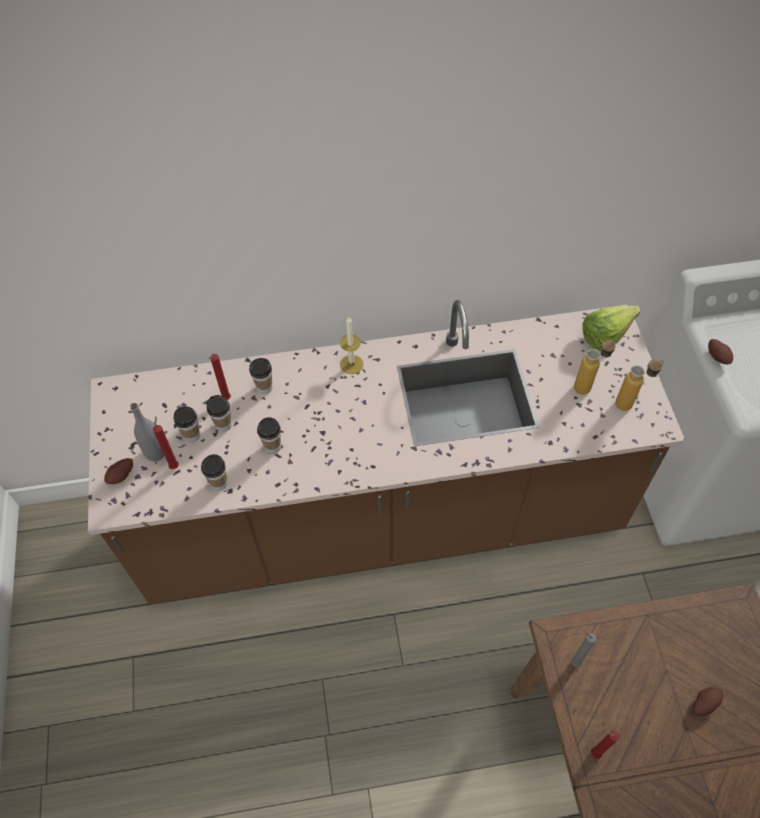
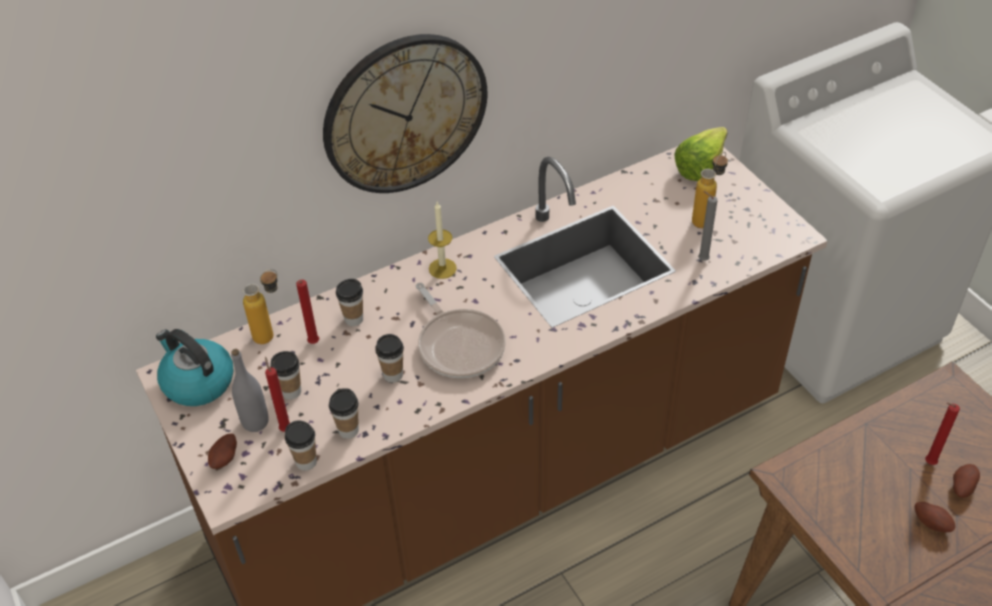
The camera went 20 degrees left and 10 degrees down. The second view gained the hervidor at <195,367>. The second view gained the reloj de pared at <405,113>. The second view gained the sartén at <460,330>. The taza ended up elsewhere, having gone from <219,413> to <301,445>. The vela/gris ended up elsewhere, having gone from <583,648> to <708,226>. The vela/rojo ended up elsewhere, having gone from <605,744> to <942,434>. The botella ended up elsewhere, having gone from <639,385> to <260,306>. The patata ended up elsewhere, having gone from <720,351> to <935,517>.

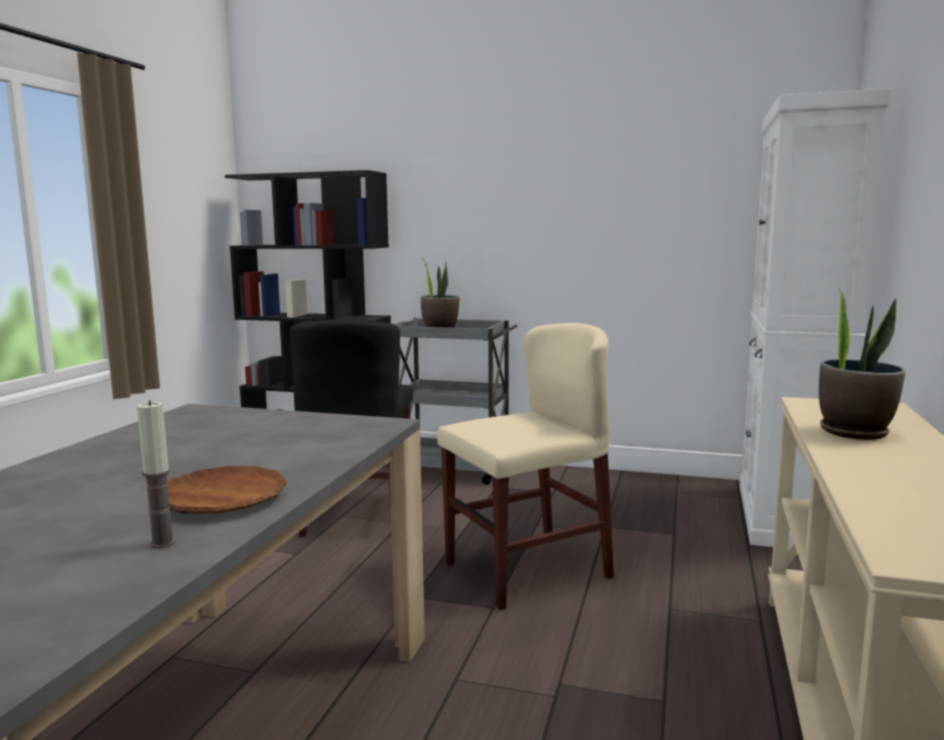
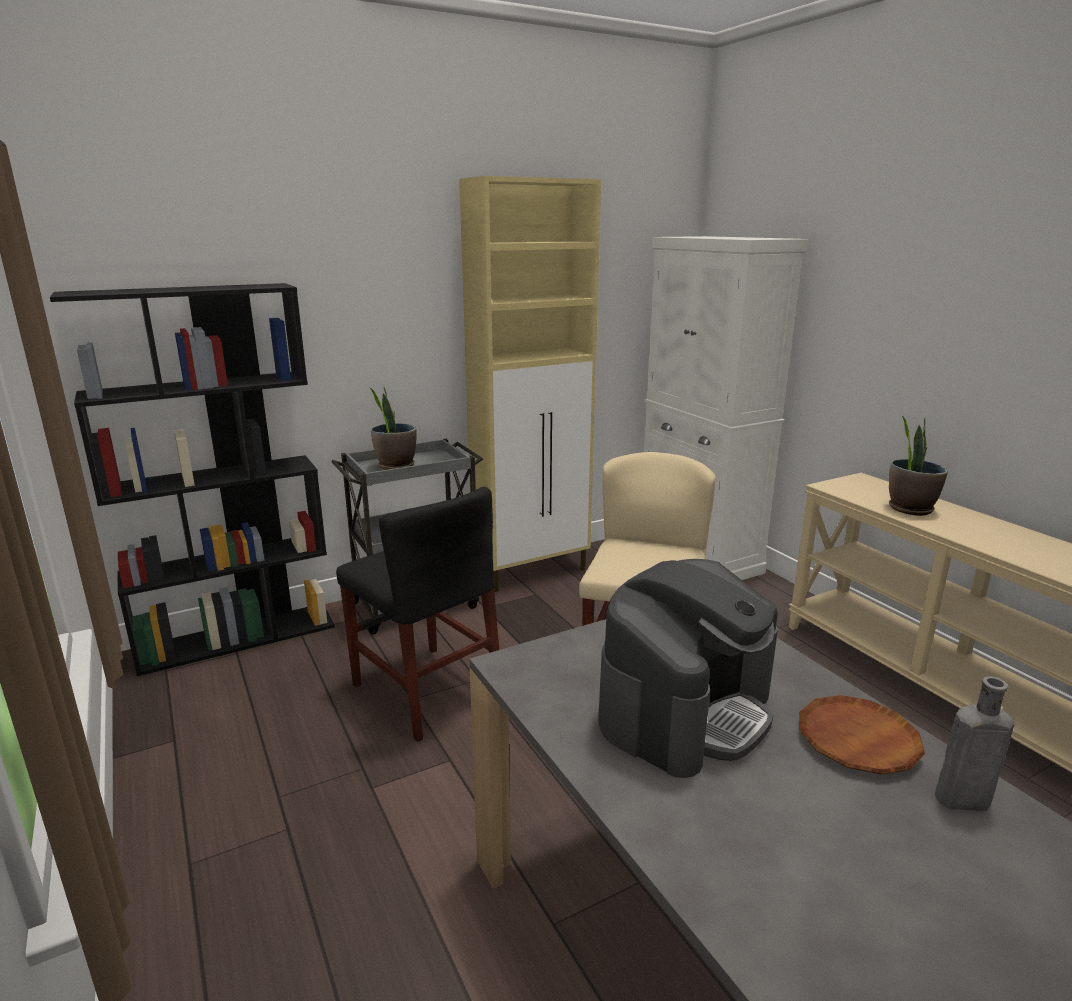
The camera went 45 degrees left and 10 degrees up. The second view gained the armario/beis at <530,384>. The second view gained the cafetera at <688,668>. Where the vela stood at <156,474>, the botella/gris came to stand at <974,743>.

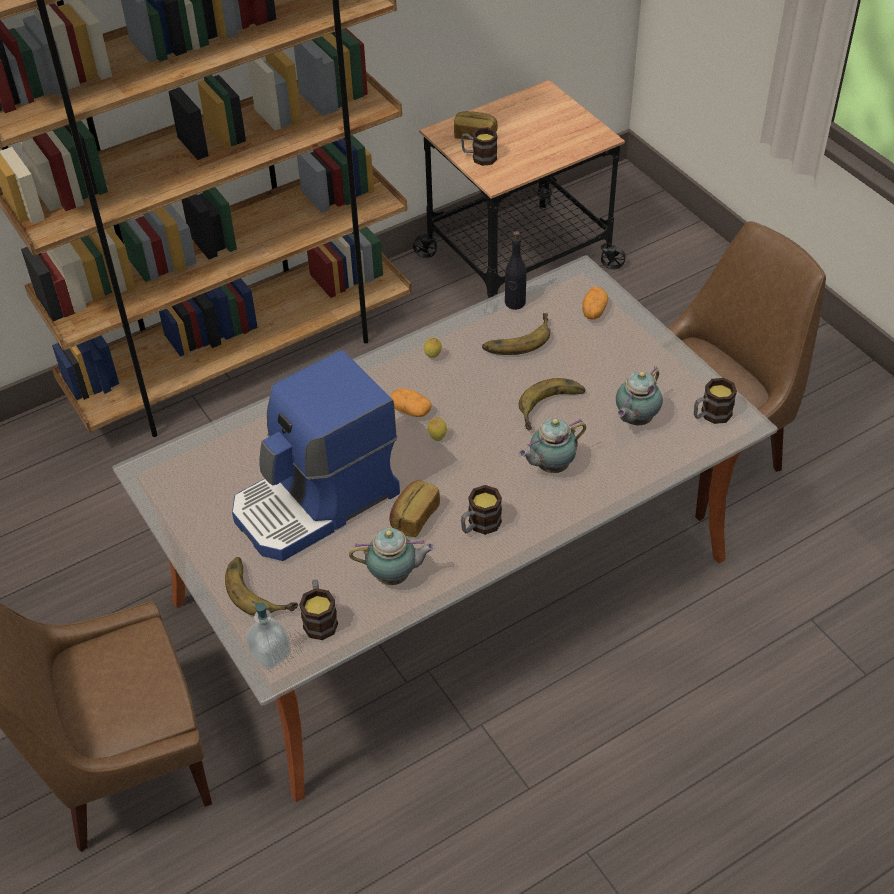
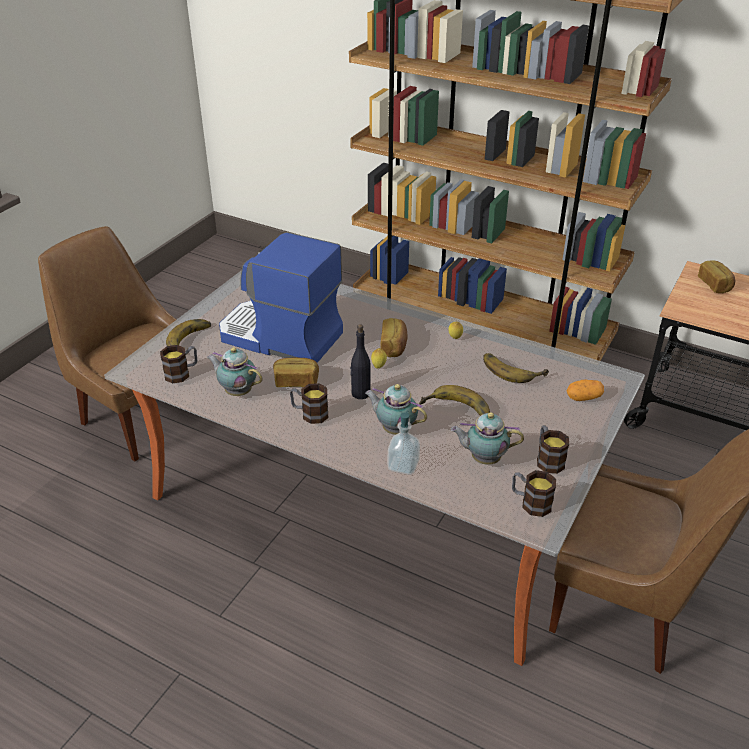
The camera went 60 degrees right and 10 degrees down. The dispensador de jabón ended up elsewhere, having gone from <268,635> to <403,443>. The taza grande ended up elsewhere, having gone from <479,146> to <553,449>. The botella/negro ended up elsewhere, having gone from <516,270> to <360,361>. Where the patata stood at <411,402>, the pan came to stand at <394,337>. The tetera at <392,556> ended up facing another way, 150 degrees clockwise from before.

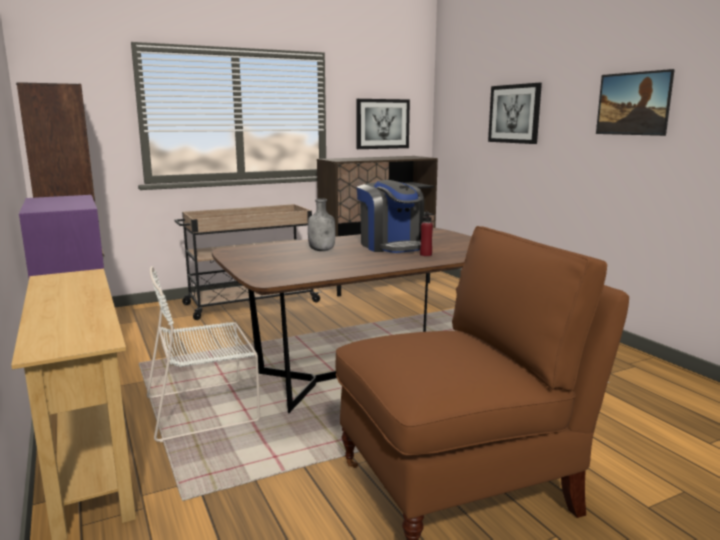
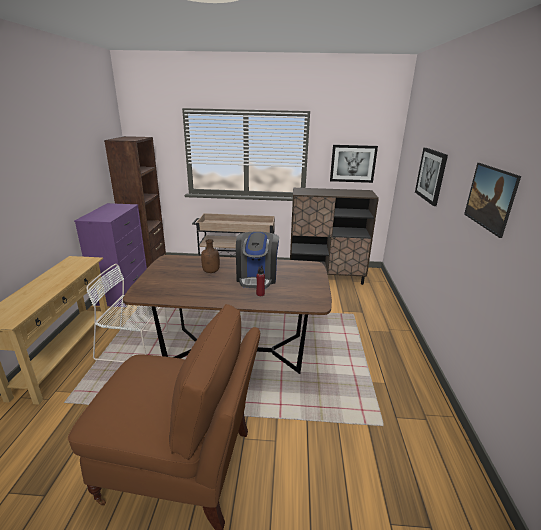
The camera went 30 degrees right and 10 degrees up. What was the botella/gris at <322,224> turned into the botella/marrón at <210,256>.

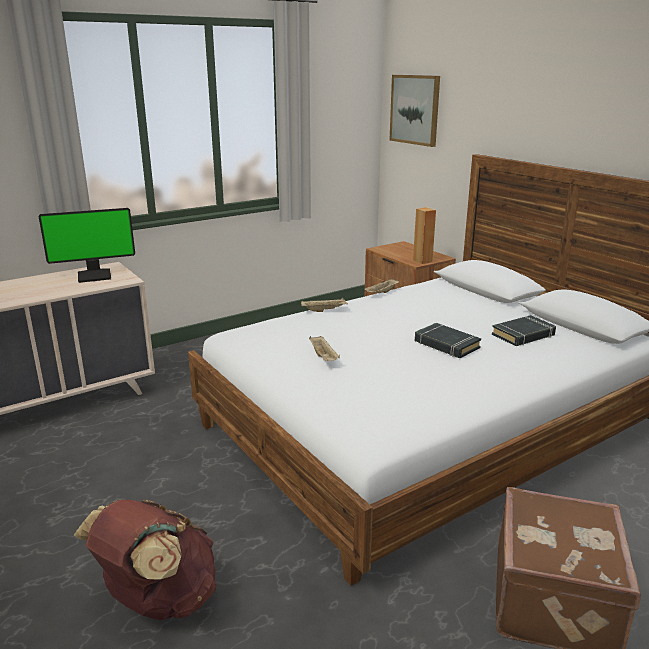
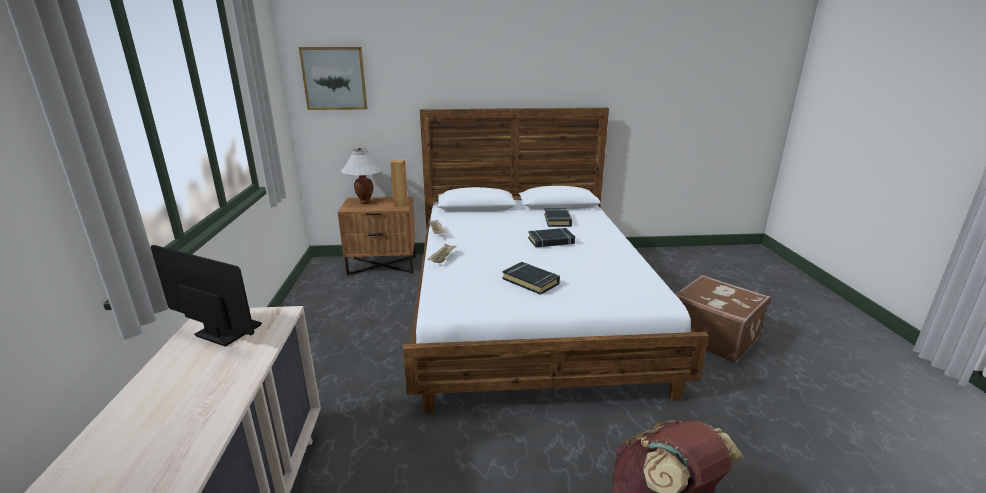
The camera went 60 degrees left and 0 degrees up. The second view gained the lámpara de mesa/blanco at <361,176>. Where the bandeja/beis stood at <324,348>, the libro/negro came to stand at <531,278>. The monitor at <87,245> ended up facing another way, 75 degrees counterclockwise from before.

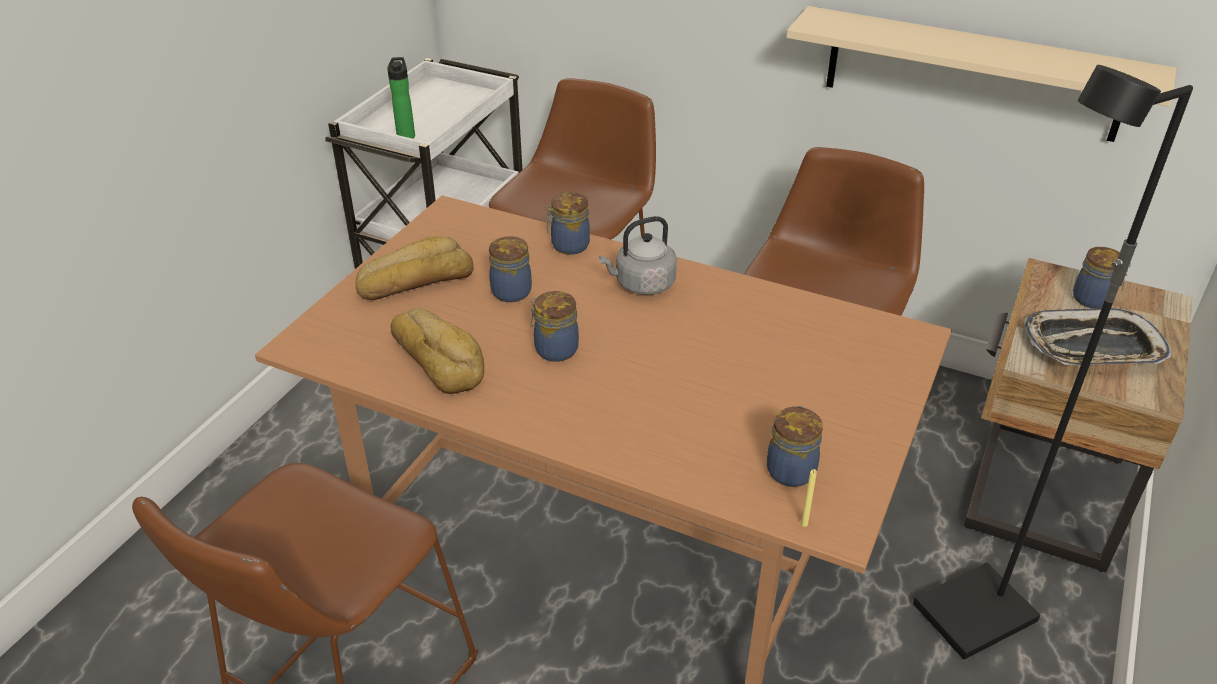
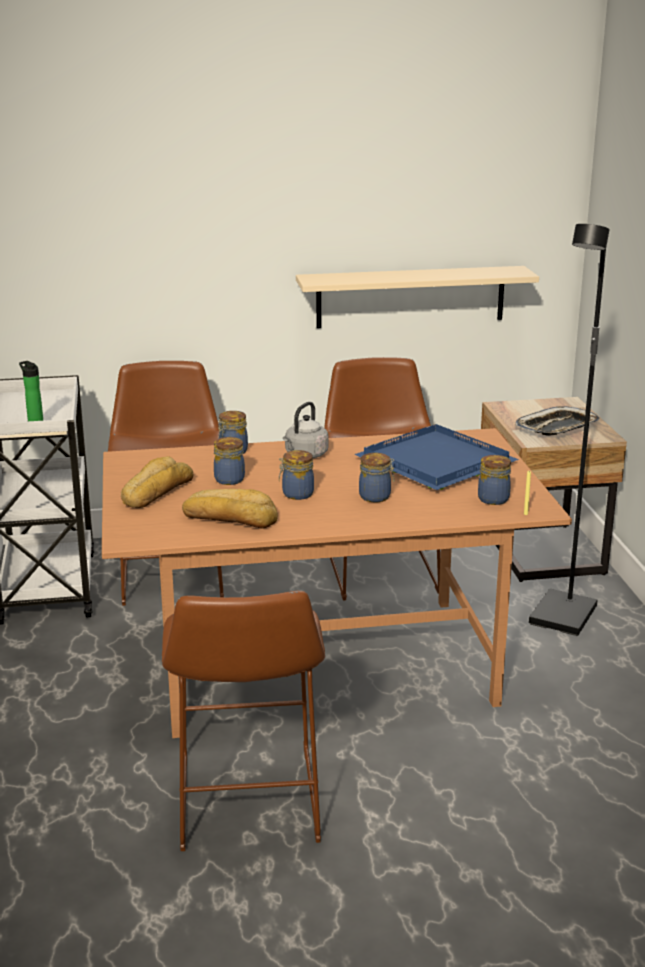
The camera went 35 degrees left and 15 degrees down. The second view gained the bandeja/azul at <436,457>. The tarro ended up elsewhere, having gone from <1102,278> to <376,477>.

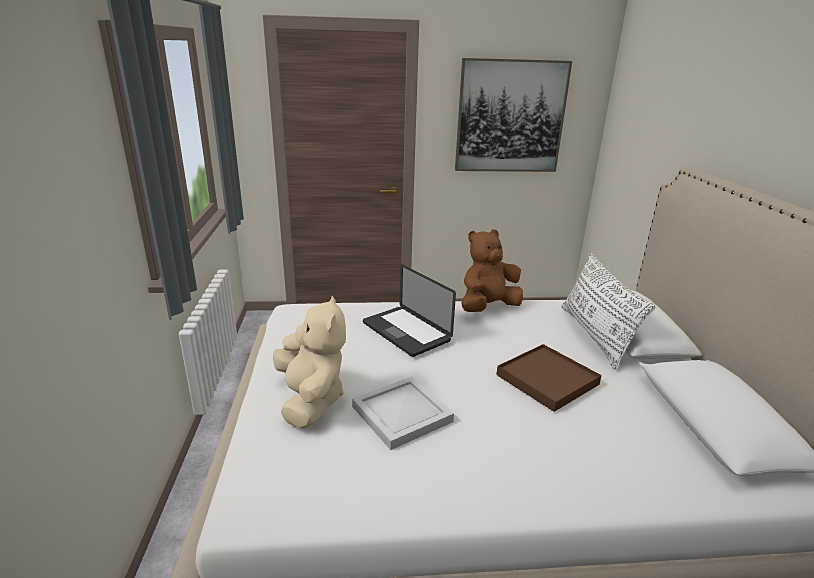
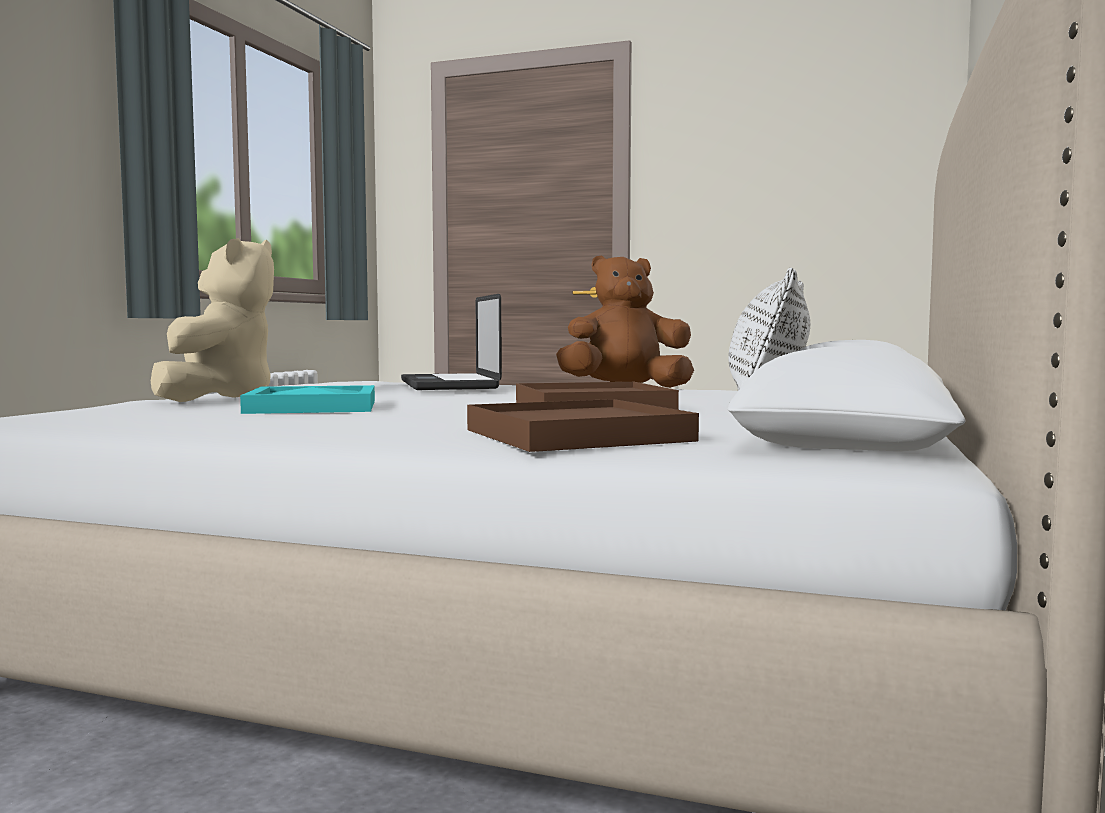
The camera went 25 degrees right and 20 degrees down. The second view lost the cuadro at <513,115>. The second view gained the bandeja/marrón at <583,425>. What was the bandeja/blanco at <403,413> turned into the bandeja/turquesa at <307,399>.

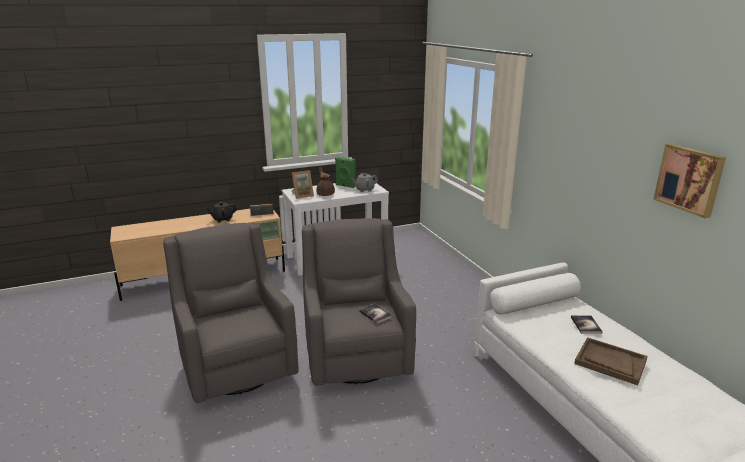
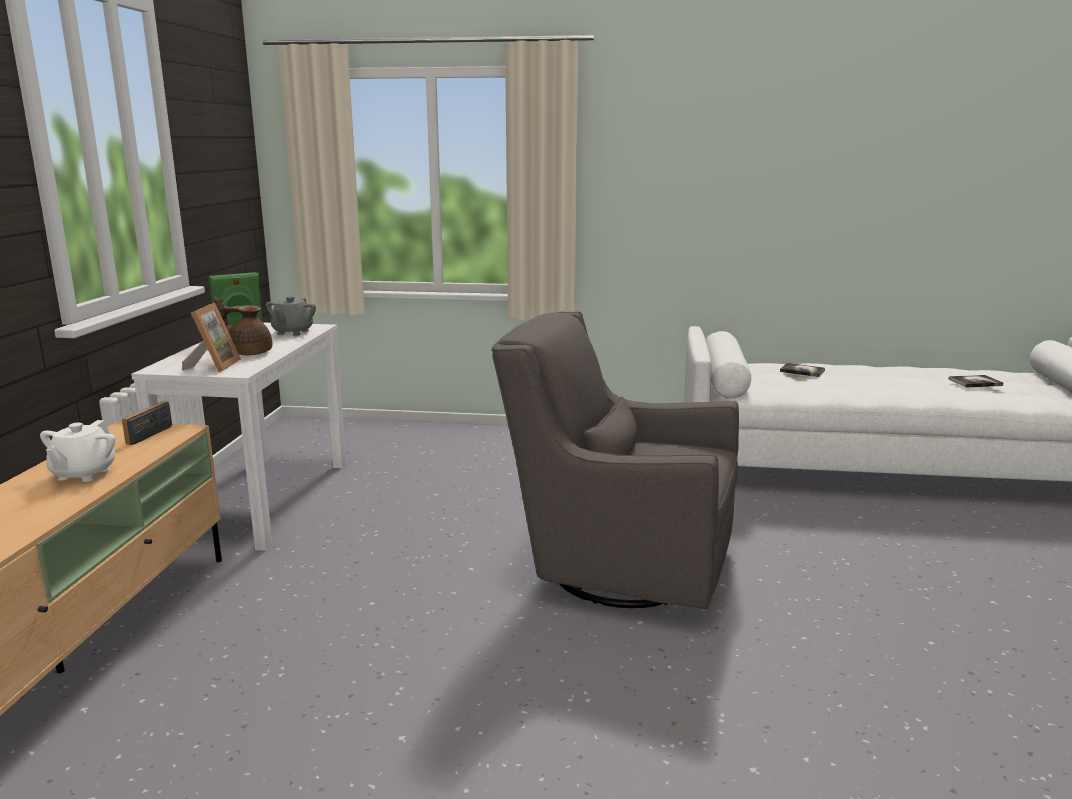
The camera went 60 degrees left and 5 degrees down. The second view lost the sillón/gris at <230,313>. The second view lost the bandeja/marrón at <611,361>. The second view lost the cuadro at <689,180>. The libro ended up elsewhere, having gone from <376,314> to <976,381>. What was the tetera/negro at <221,212> turned into the tetera/blanco at <78,451>.

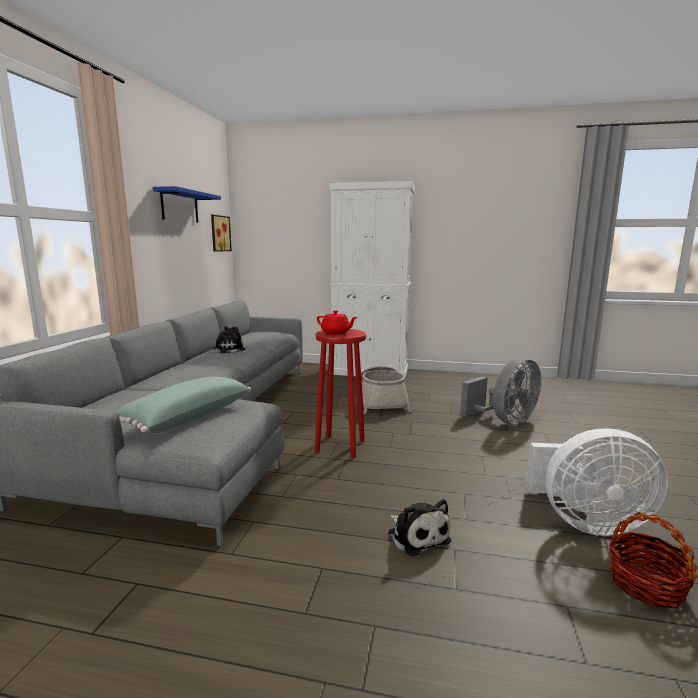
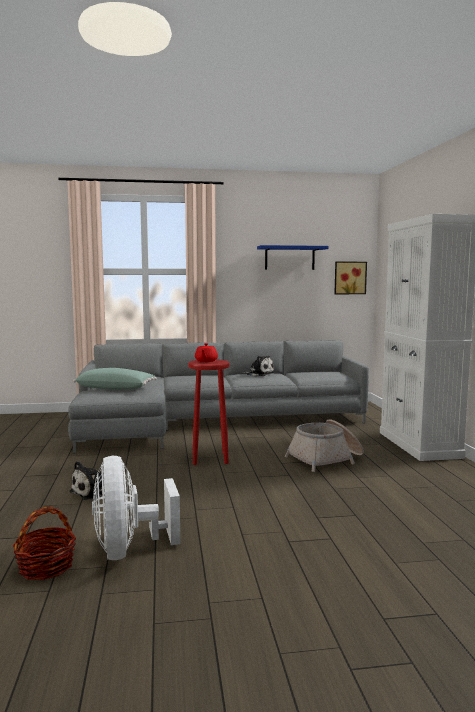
The camera went 70 degrees right and 5 degrees down. The second view lost the ventilador/gris at <500,391>.

